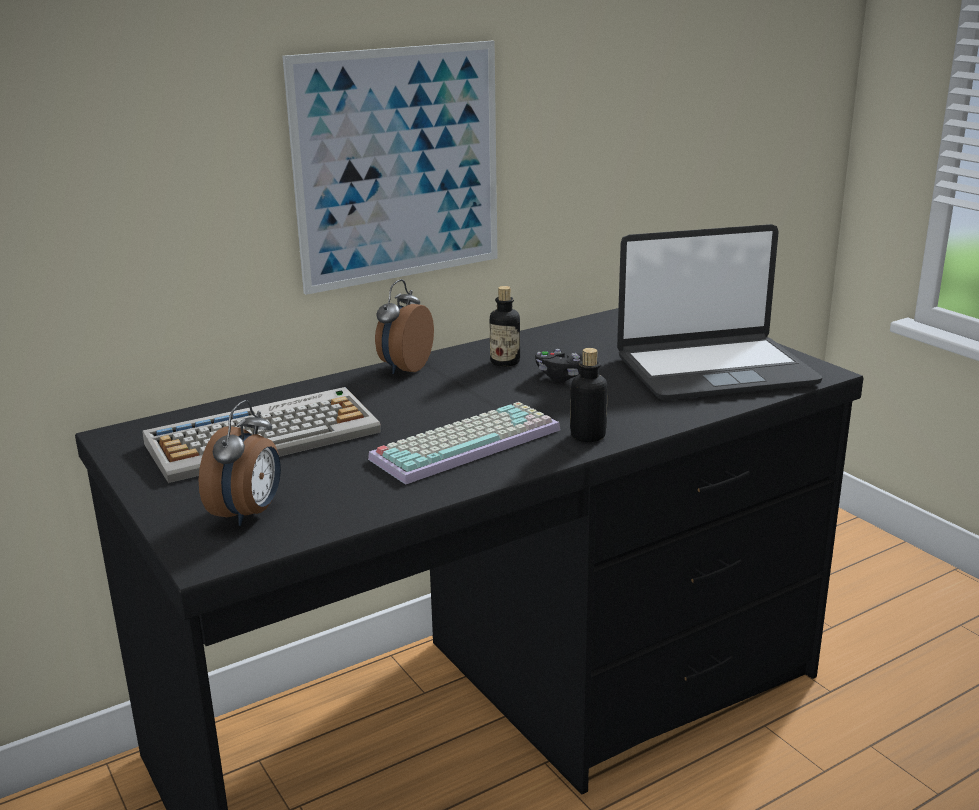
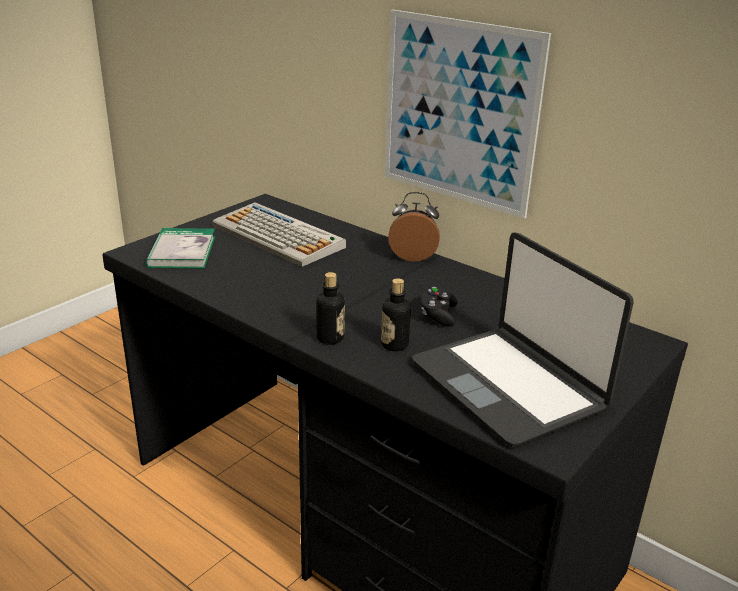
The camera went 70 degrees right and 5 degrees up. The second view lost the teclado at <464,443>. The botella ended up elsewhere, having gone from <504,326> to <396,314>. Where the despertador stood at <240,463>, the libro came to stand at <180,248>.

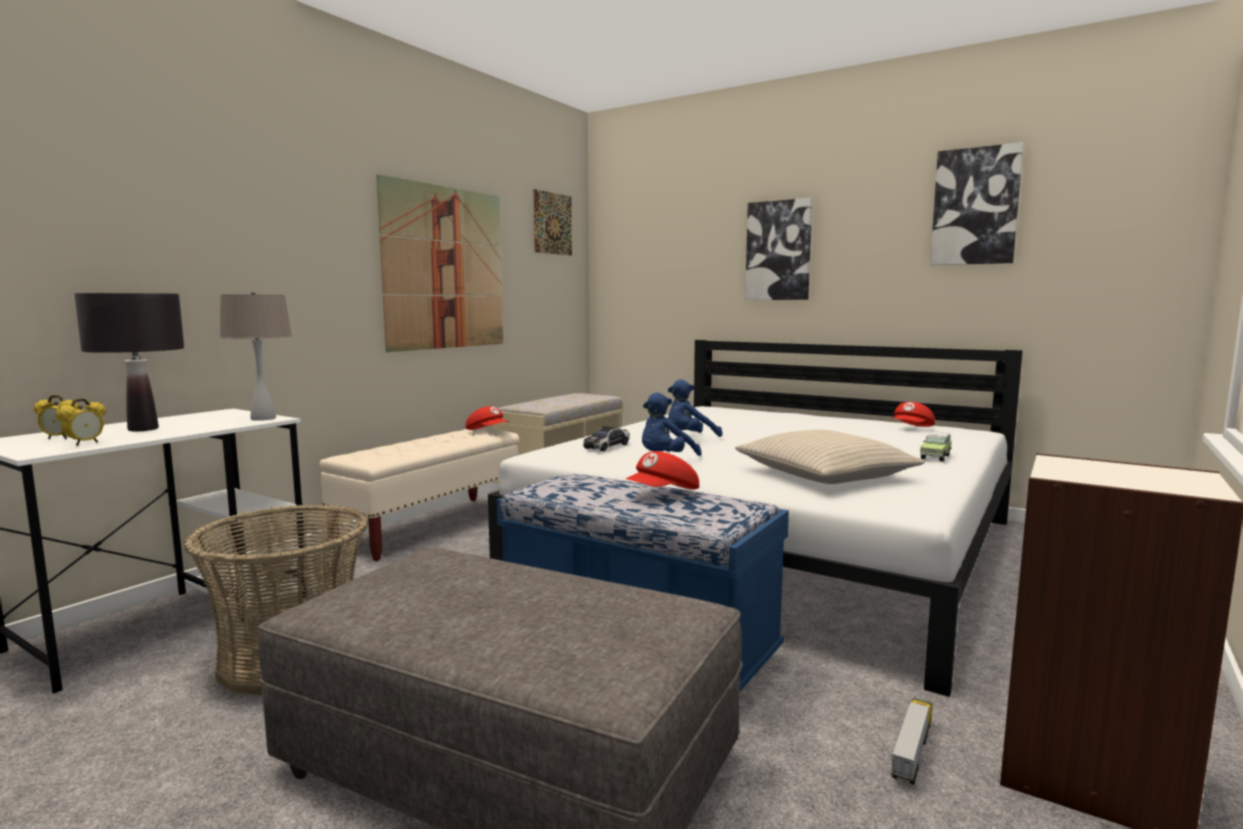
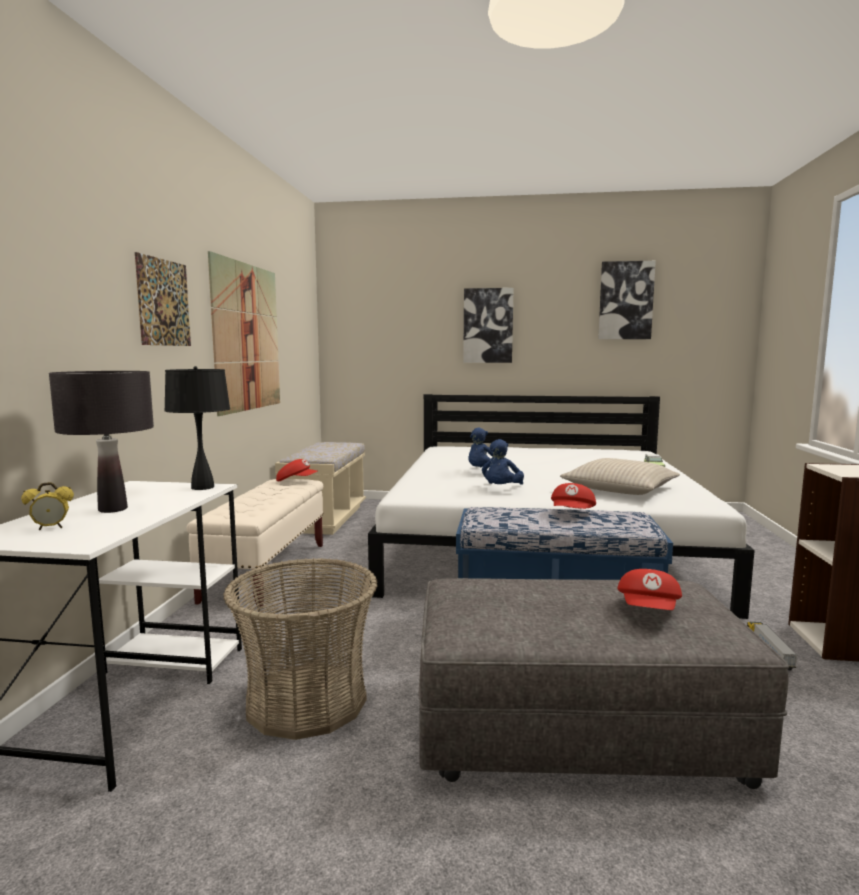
The camera went 25 degrees left and 0 degrees up. The second view lost the despertador at <81,422>. The second view lost the coche de juguete at <606,438>. The cuadro ended up elsewhere, having gone from <552,222> to <163,299>. The gorra/rojo ended up elsewhere, having gone from <914,414> to <649,589>. What was the lámpara de mesa/beis at <256,356> turned into the lámpara de mesa/negro at <197,428>.

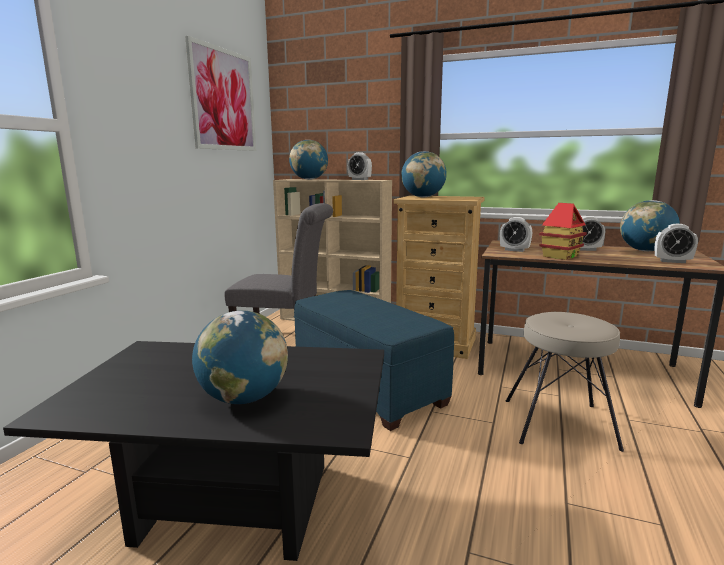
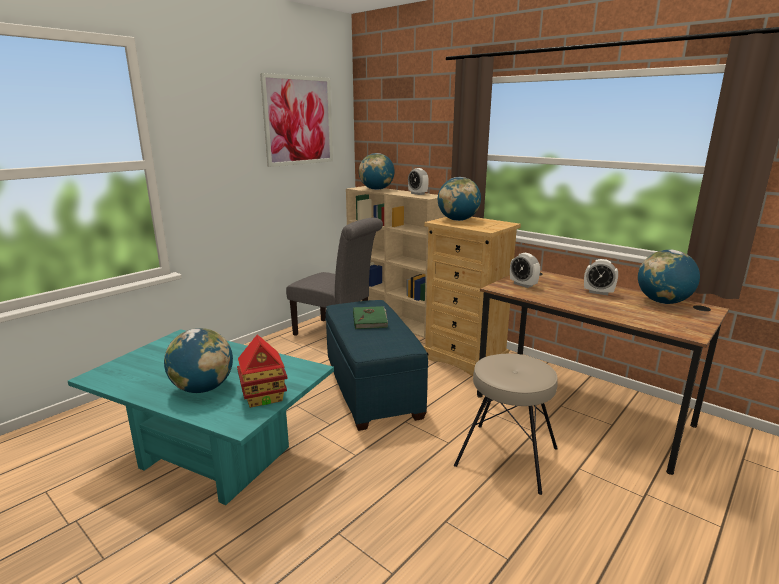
The camera went 20 degrees right and 5 degrees up. The second view lost the despertador at <676,243>. The second view gained the libro/verde at <370,317>. The casita ended up elsewhere, having gone from <563,231> to <262,371>. What was the mesa de centro/negro at <193,451> turned into the mesa de centro/turquesa at <201,417>.

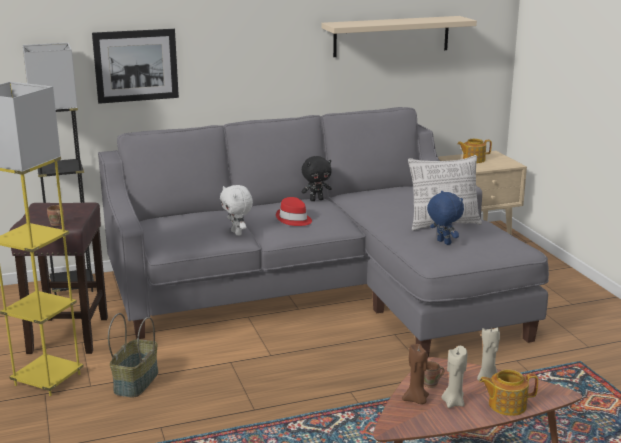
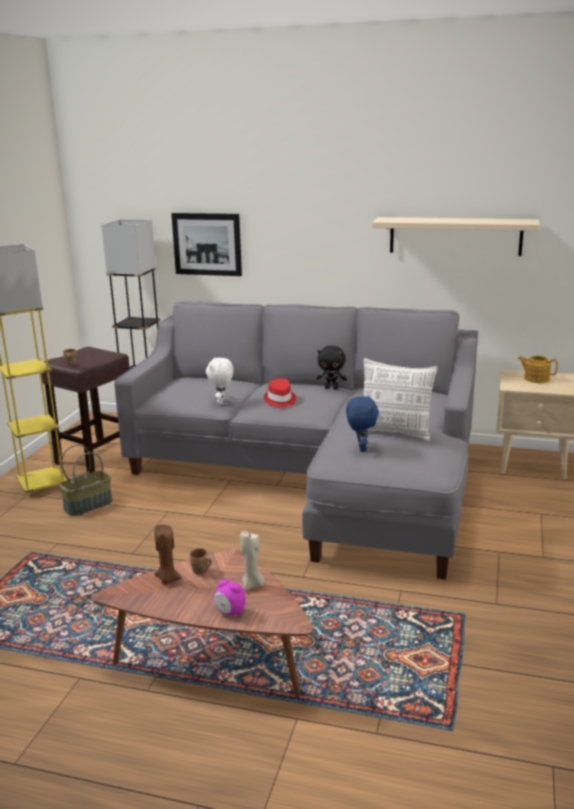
The camera went 35 degrees right and 0 degrees up. The second view lost the vela/beis at <454,377>. Where the tetera stood at <508,392>, the despertador came to stand at <230,597>.

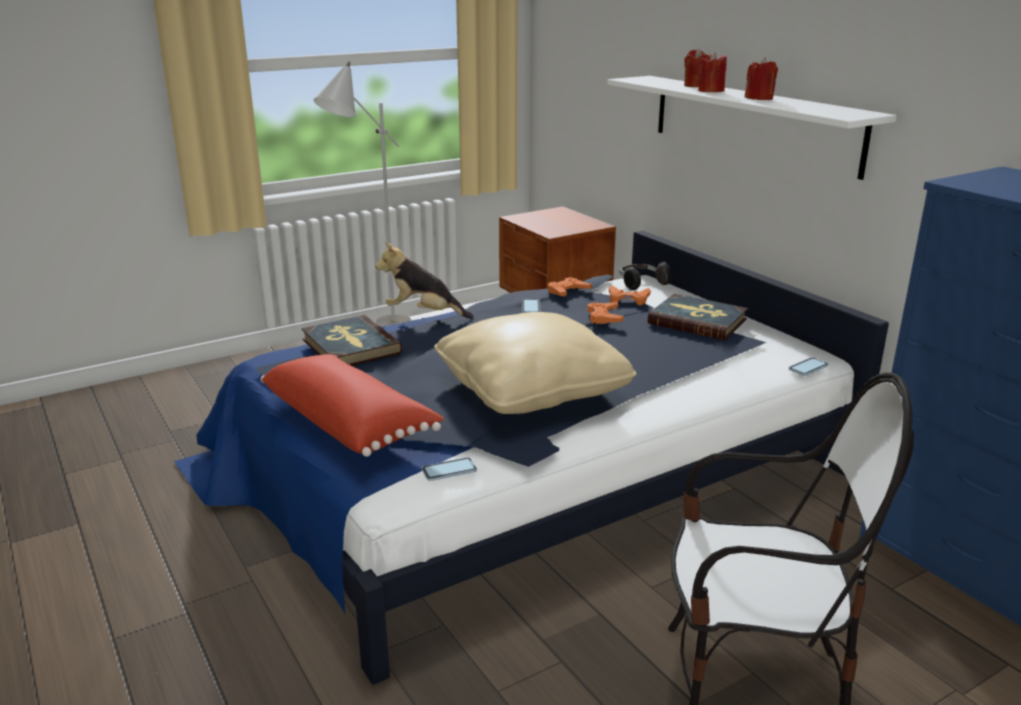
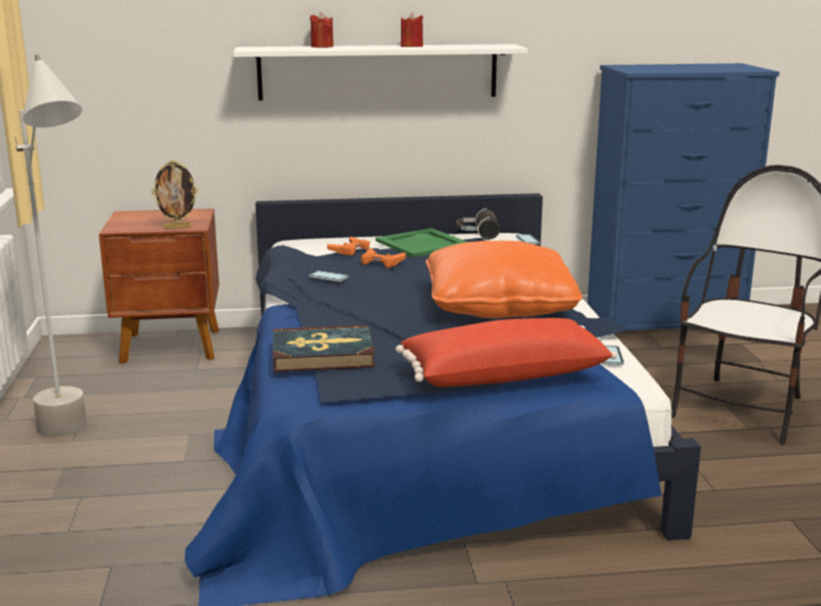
The camera went 65 degrees left and 5 degrees down. The second view lost the peluche at <425,280>. The second view lost the mando de consola/naranja at <570,286>. The second view lost the vela/rojo at <712,72>. The second view gained the portarretratos at <174,194>. The auriculares ended up elsewhere, having gone from <645,276> to <478,224>. Where the libro stood at <697,317>, the bandeja/verde came to stand at <421,242>. What was the cojín/beis at <535,363> turned into the cojín/naranja at <504,279>.

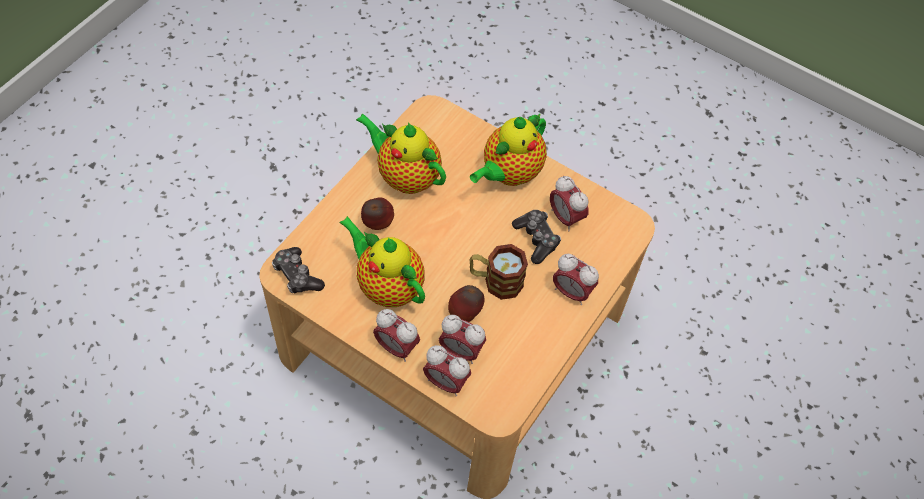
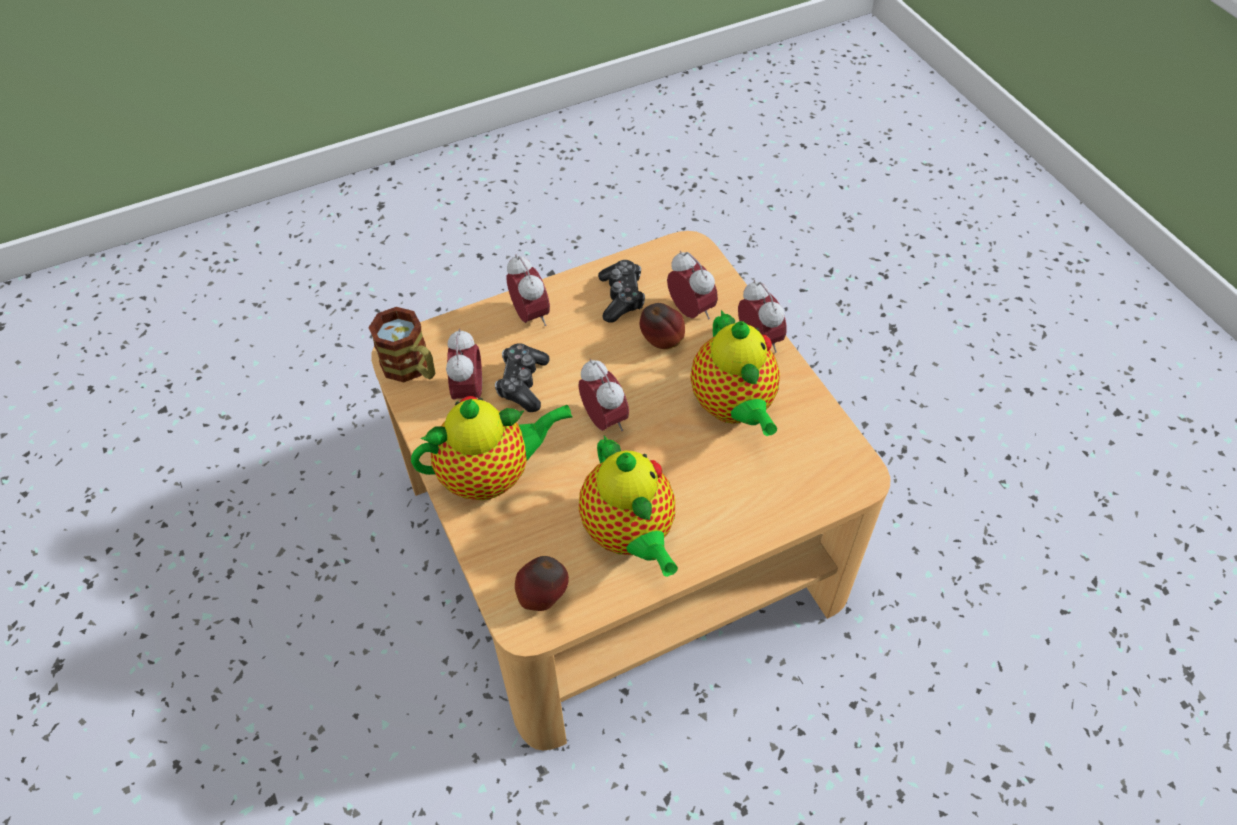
The camera went 145 degrees left and 5 degrees down. The mando de consola ended up elsewhere, having gone from <298,270> to <621,291>. The manzana ended up elsewhere, having gone from <377,213> to <542,583>. The despertador ended up elsewhere, having gone from <447,371> to <603,395>. The taza grande ended up elsewhere, having gone from <499,272> to <401,345>.

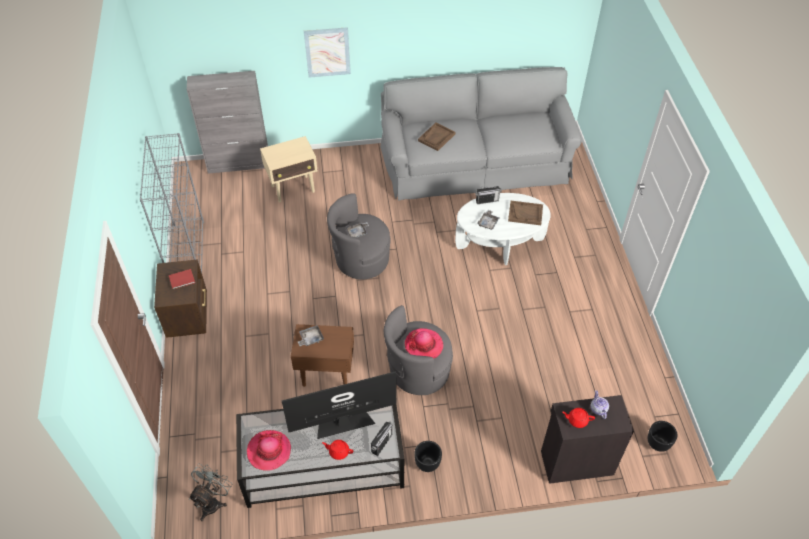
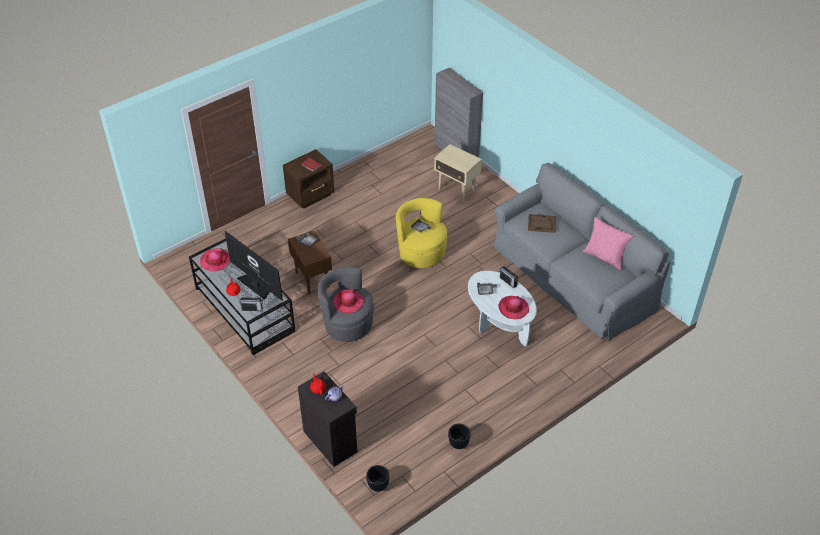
The camera went 60 degrees right and 5 degrees down. The second view lost the estantería/gris at <172,203>. The second view lost the ventilador/gris at <210,492>. The second view lost the cuadro at <327,52>. The second view gained the cojín/rosa at <608,243>. The maceta/negro ended up elsewhere, having gone from <428,456> to <459,436>. Where the bandeja/marrón stood at <525,213>, the sombrero came to stand at <514,307>. What was the sillón/gris at <358,236> turned into the sillón/amarillo at <421,233>.

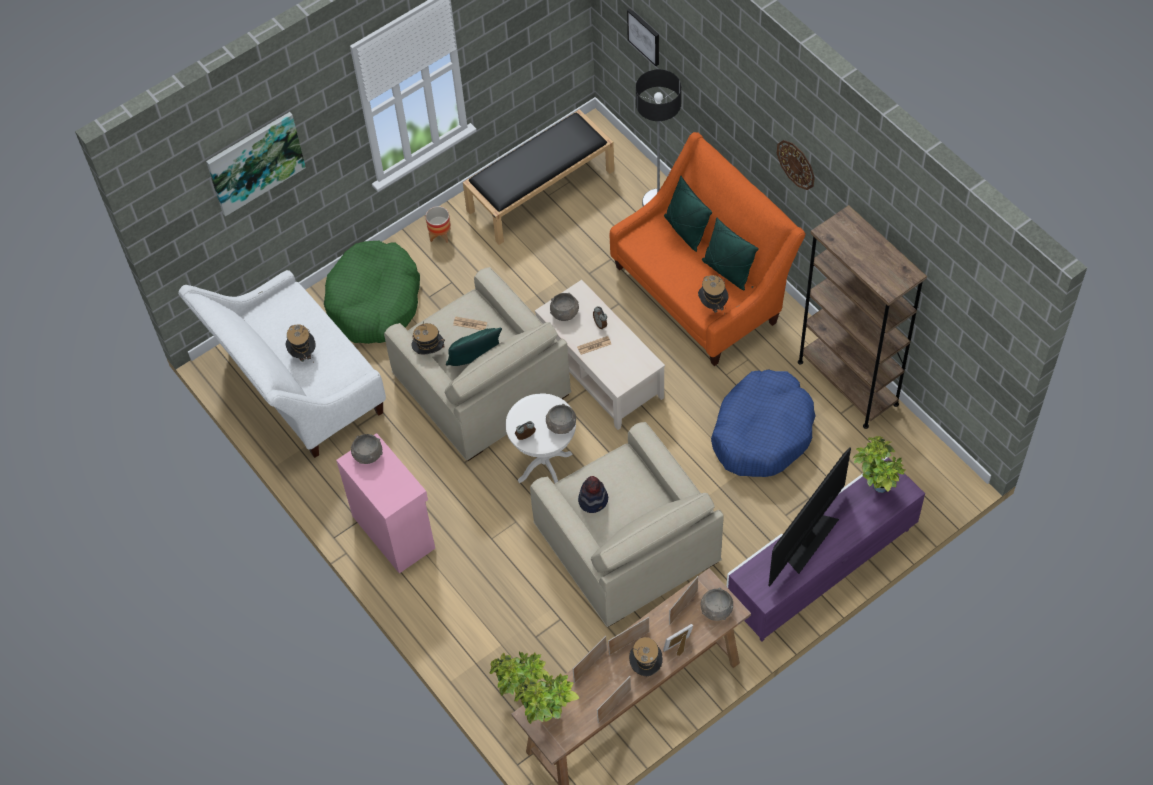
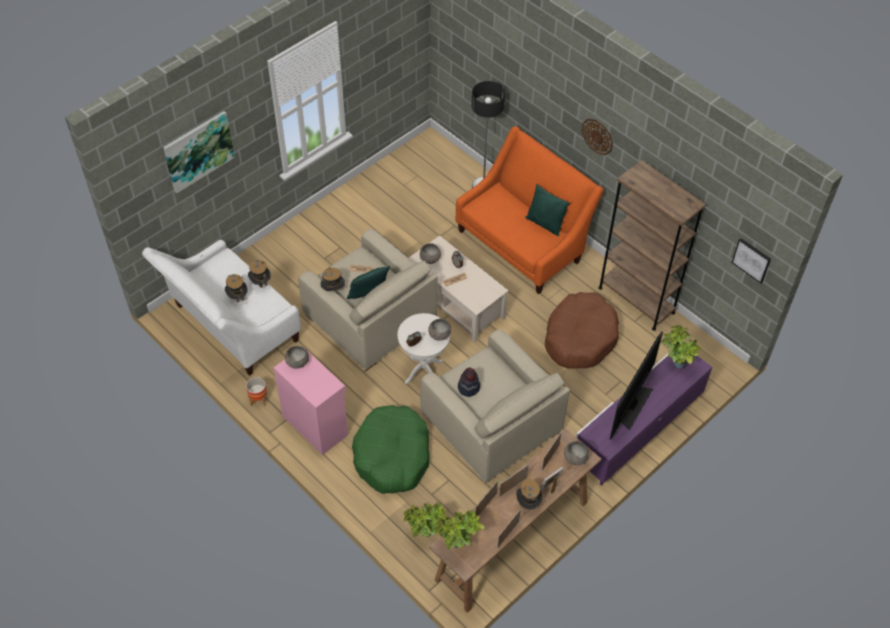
The camera went 10 degrees left and 5 degrees down. The second view lost the banco/negro at <538,177>. The second view lost the cojín/verde at <688,214>. The cama para perro/verde ended up elsewhere, having gone from <372,292> to <390,449>. The maceta ended up elsewhere, having gone from <438,224> to <256,391>. The cuadro ended up elsewhere, having gone from <643,37> to <751,260>. The sombrero ended up elsewhere, having gone from <713,294> to <259,274>. What was the cama para perro/azul at <763,423> turned into the cama para perro/marrón at <582,330>.

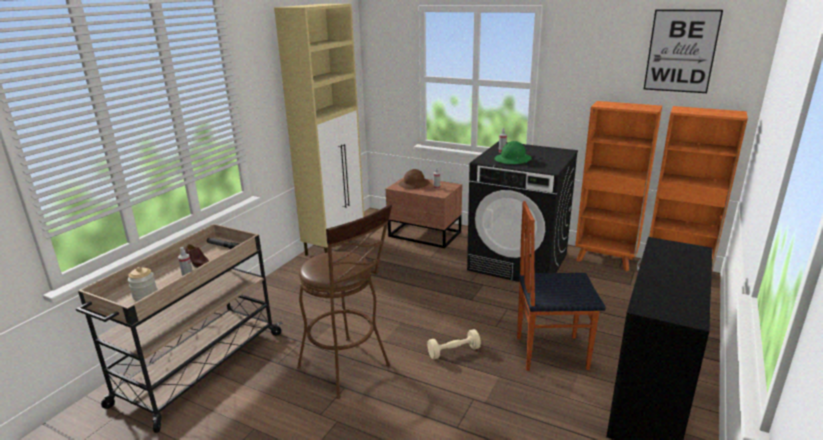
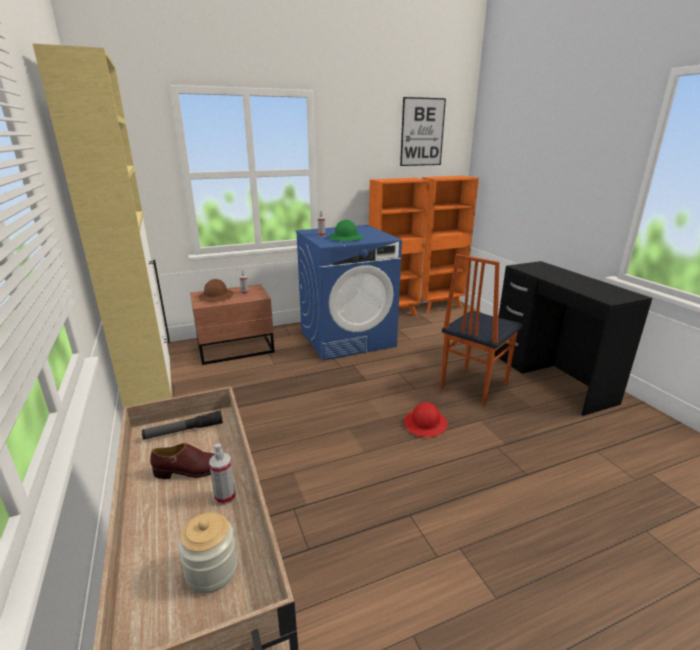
The camera went 50 degrees left and 0 degrees up. The second view lost the taburete/marrón at <344,301>. Where the mancuerna/beis stood at <454,344>, the casco/rojo came to stand at <426,419>. What was the lavadora/negro at <522,211> turned into the lavadora/azul at <349,293>.

